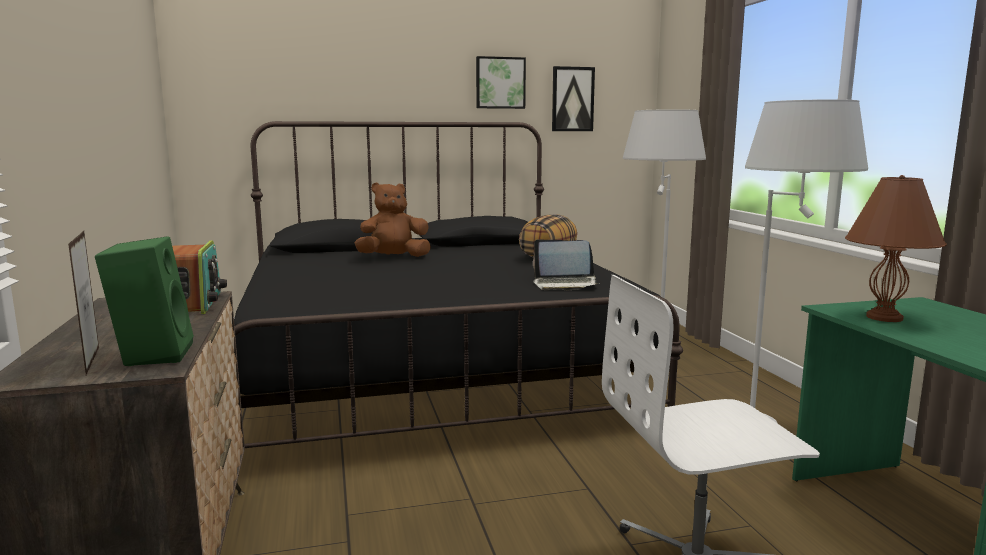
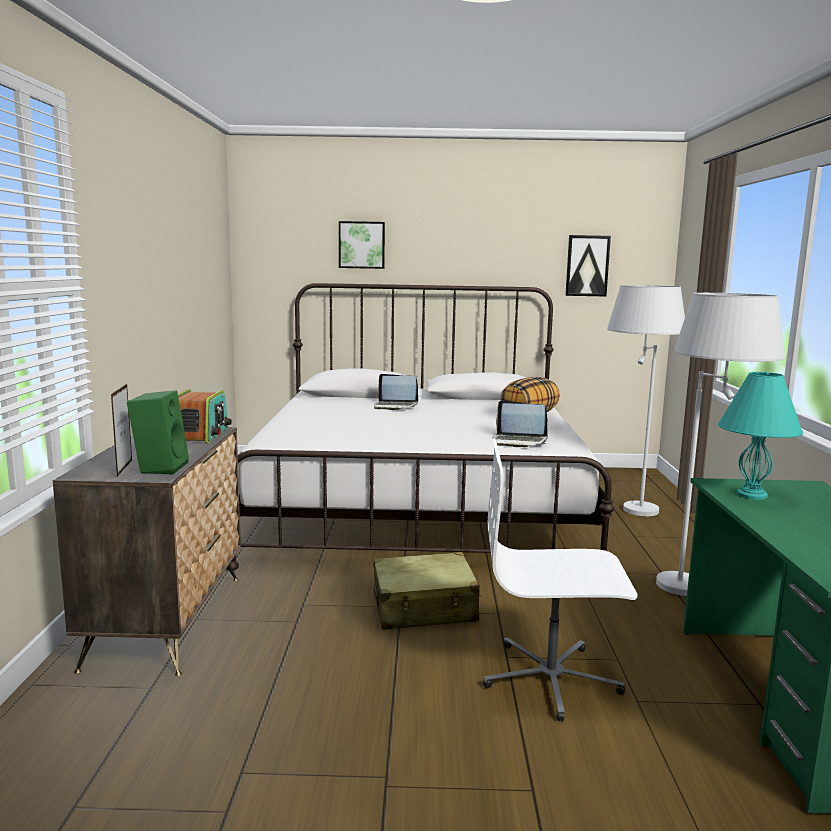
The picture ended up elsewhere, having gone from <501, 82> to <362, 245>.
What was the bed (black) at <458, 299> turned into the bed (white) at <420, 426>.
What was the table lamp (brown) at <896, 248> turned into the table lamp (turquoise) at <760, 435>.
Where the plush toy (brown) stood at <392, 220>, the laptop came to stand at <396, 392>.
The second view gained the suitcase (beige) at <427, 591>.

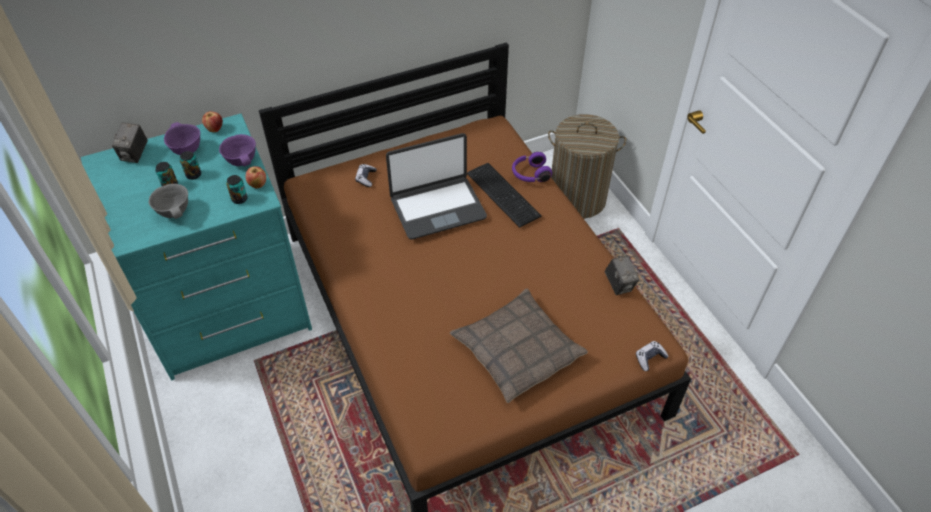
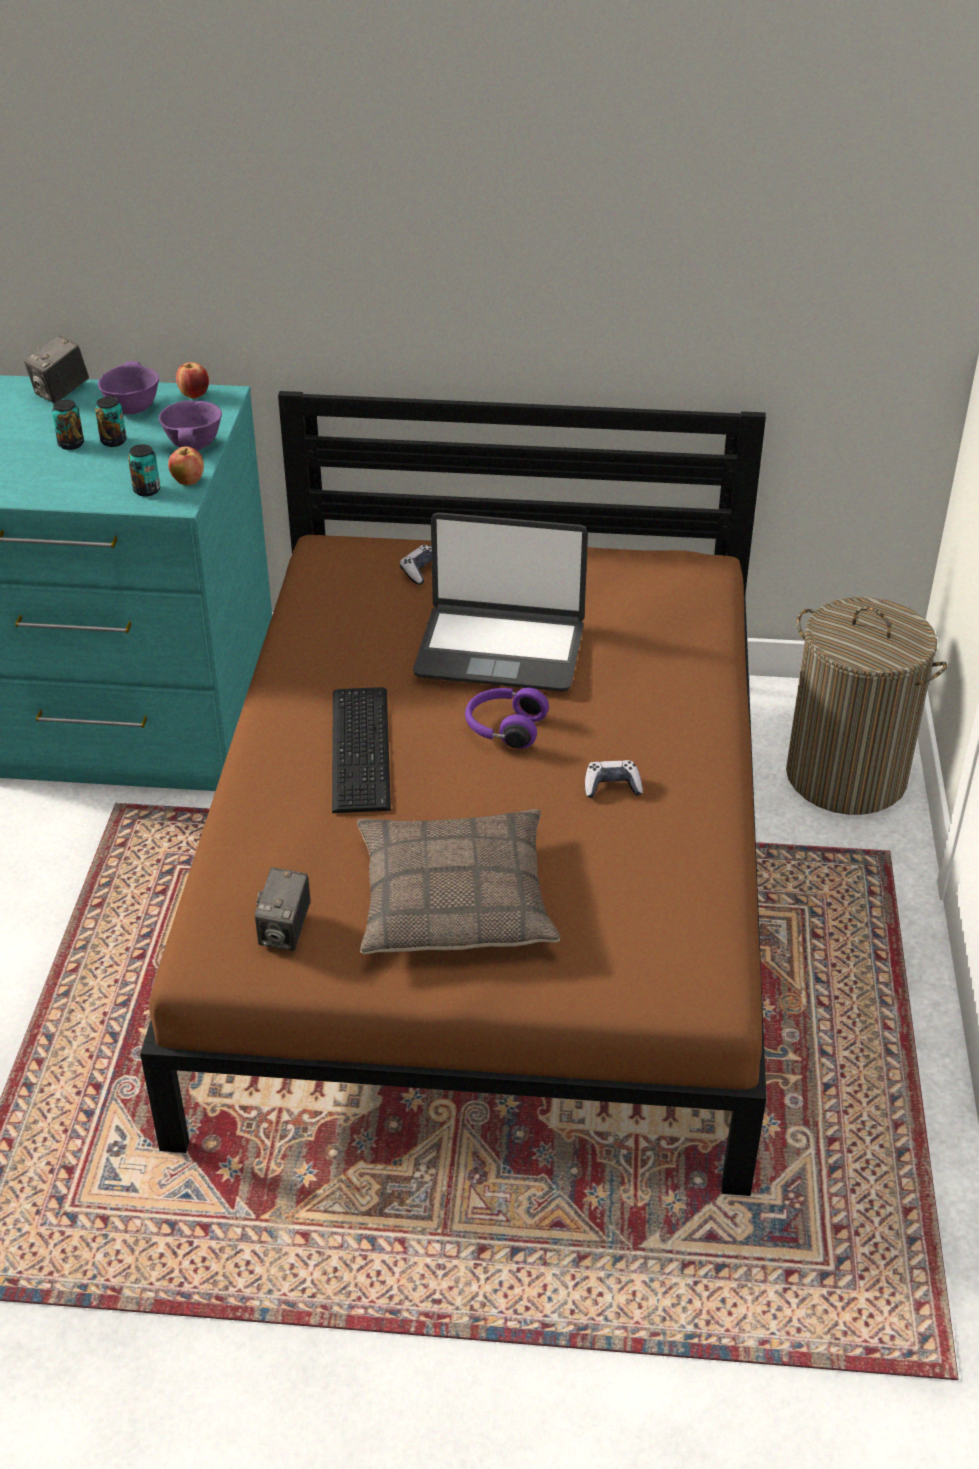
The headphones (purple) ended up elsewhere, having gone from <532, 167> to <507, 718>.
The keyboard ended up elsewhere, having gone from <504, 195> to <361, 750>.
The second view lost the bowl (grey) at <168, 201>.
The photo camera ended up elsewhere, having gone from <622, 275> to <283, 909>.
The game controller ended up elsewhere, having gone from <652, 356> to <614, 779>.

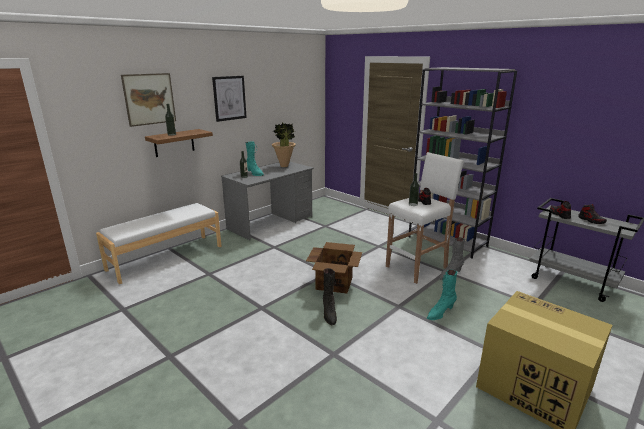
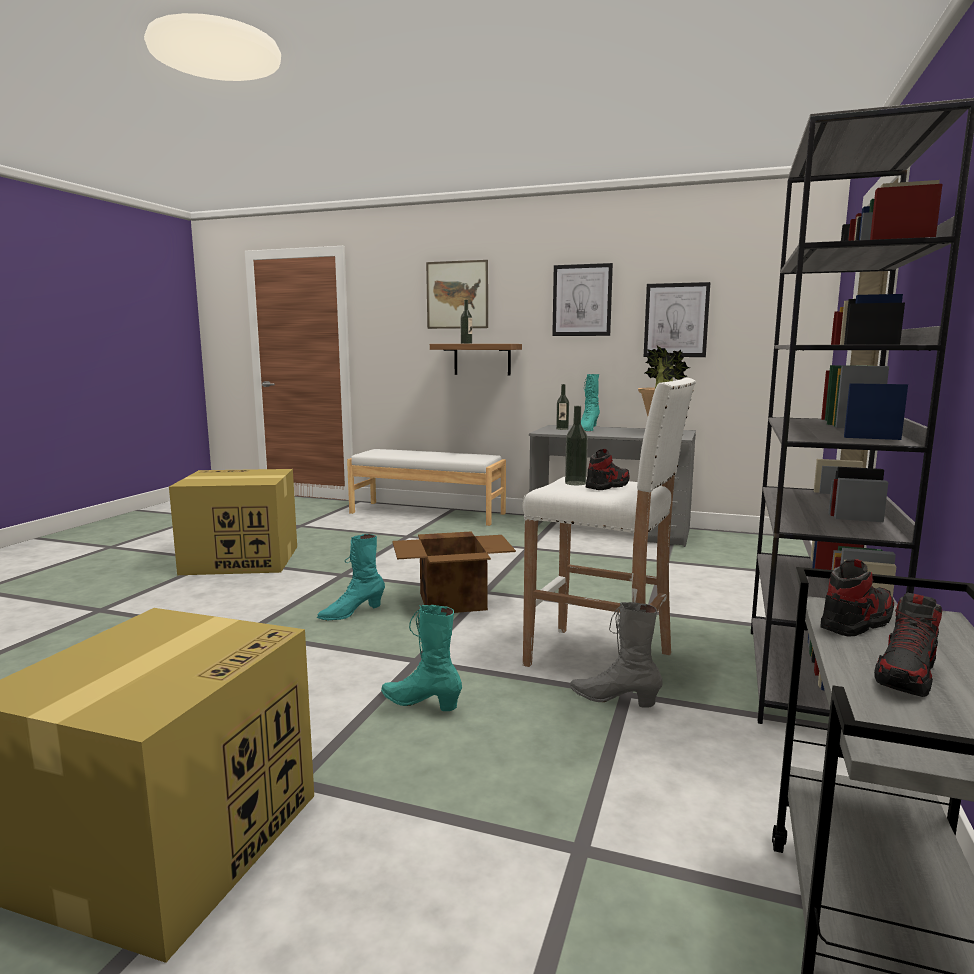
What was the boot (black) at <330, 296> turned into the boot (turquoise) at <351, 577>.
The second view gained the picture at <677, 319>.
The second view gained the cardboard box at <233, 522>.

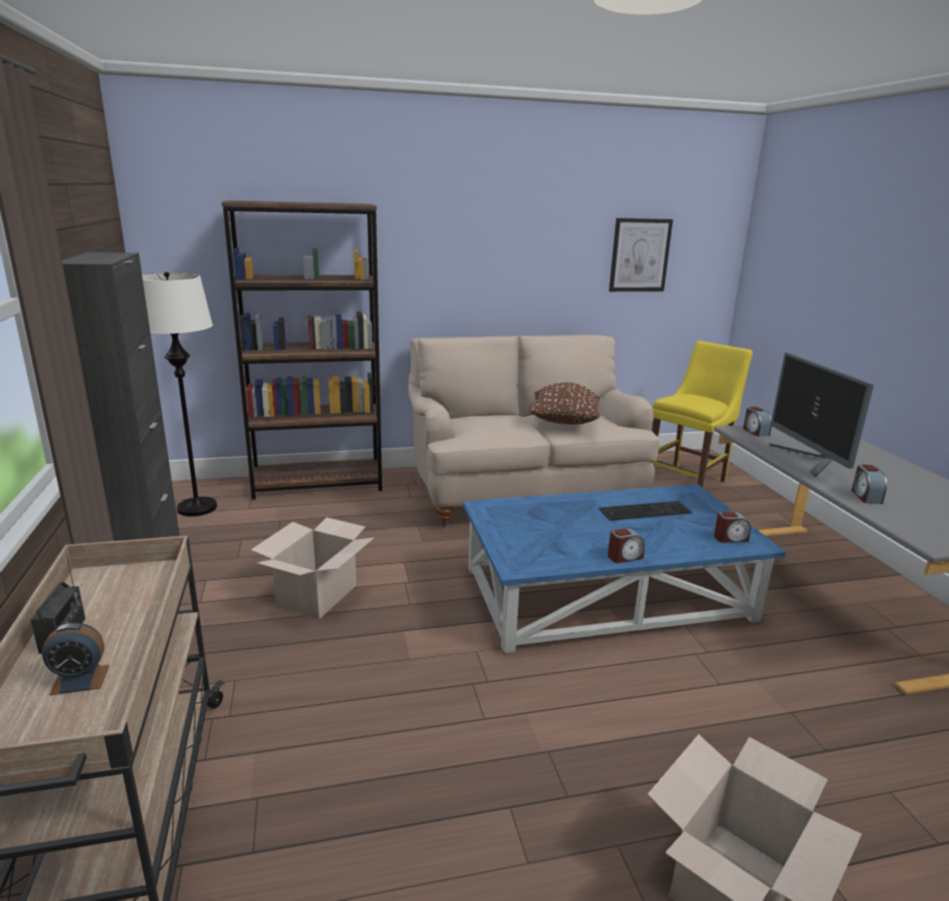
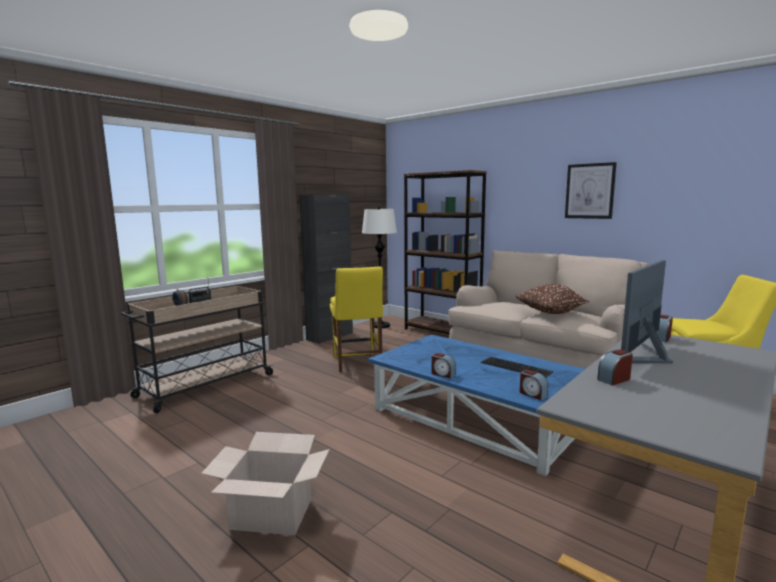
The picture ended up elsewhere, having gone from <641, 255> to <591, 190>.
Where the cardboard box stood at <312, 568>, the chair (yellow) came to stand at <356, 319>.

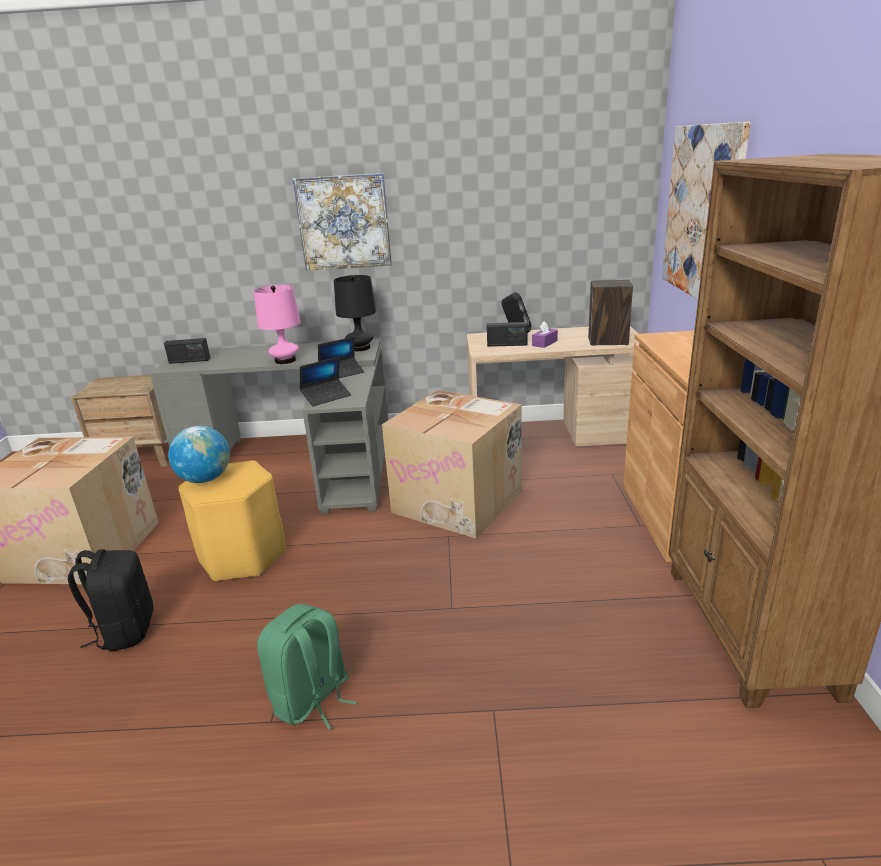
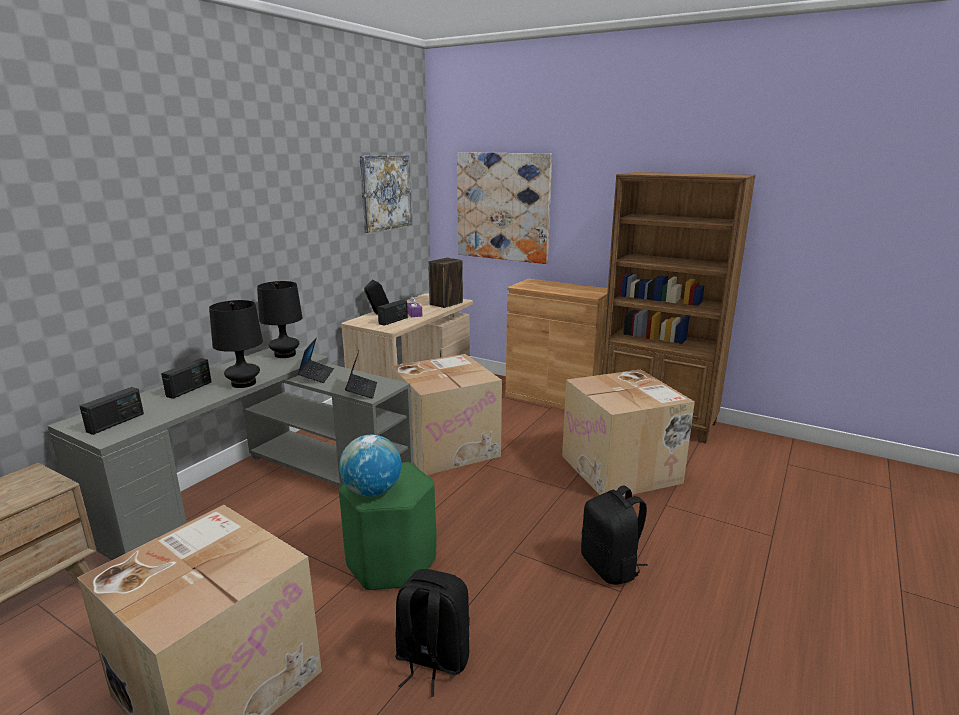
The picture ended up elsewhere, having gone from <342, 222> to <385, 194>.
What was the table lamp (pink) at <277, 324> turned into the table lamp (black) at <236, 344>.
What was the stool (yellow) at <232, 520> turned into the stool (green) at <388, 526>.
What was the backpack (green) at <307, 666> turned into the backpack (black) at <614, 535>.
The second view gained the radio at <186, 378>.
The second view gained the cardboard box at <628, 432>.

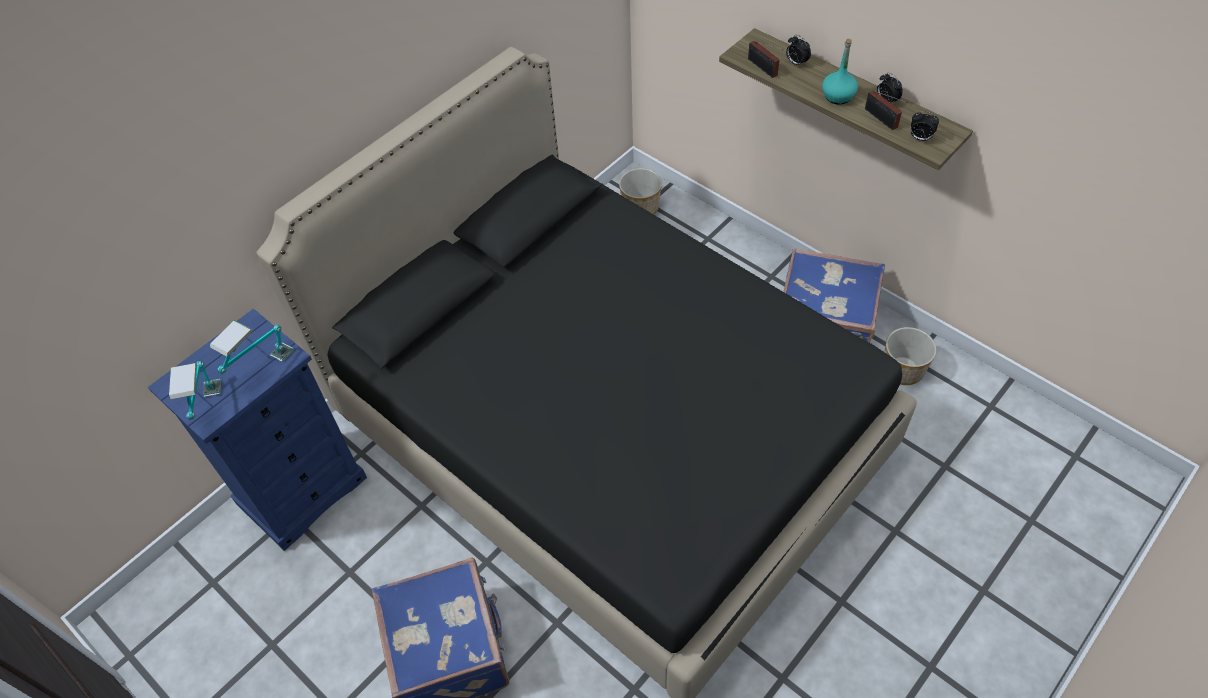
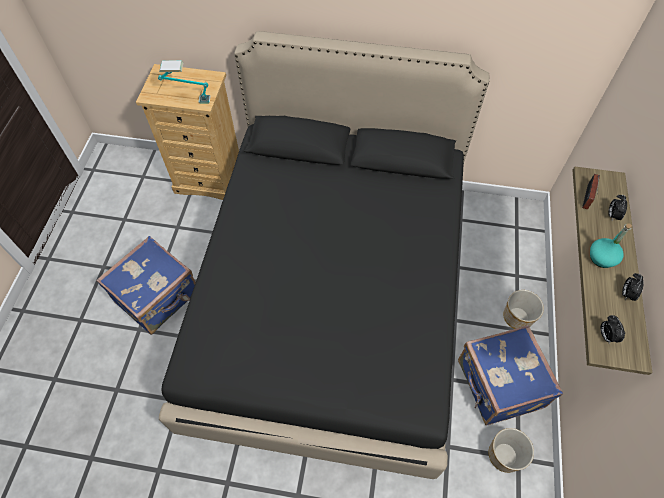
The second view lost the radio at <886, 110>.
The planter ended up elsewhere, having gone from <640, 191> to <523, 309>.
What was the dresser (blue) at <257, 430> turned into the dresser (beige) at <187, 132>.
The second view lost the table lamp at <195, 390>.

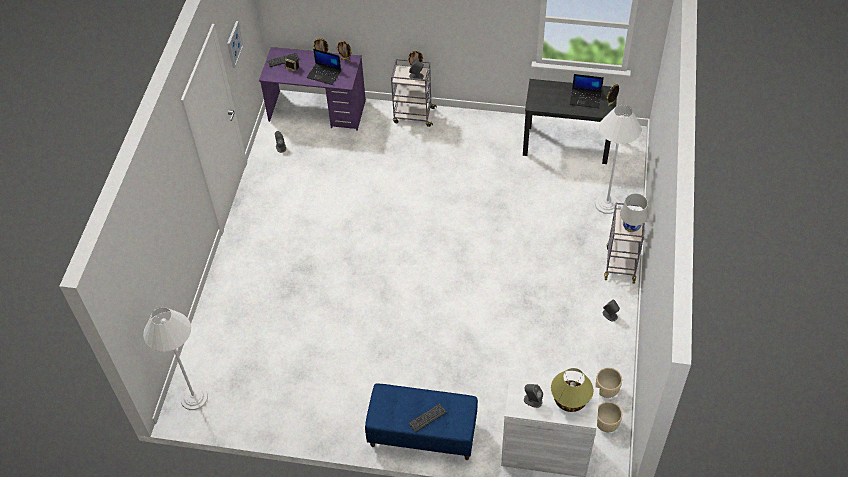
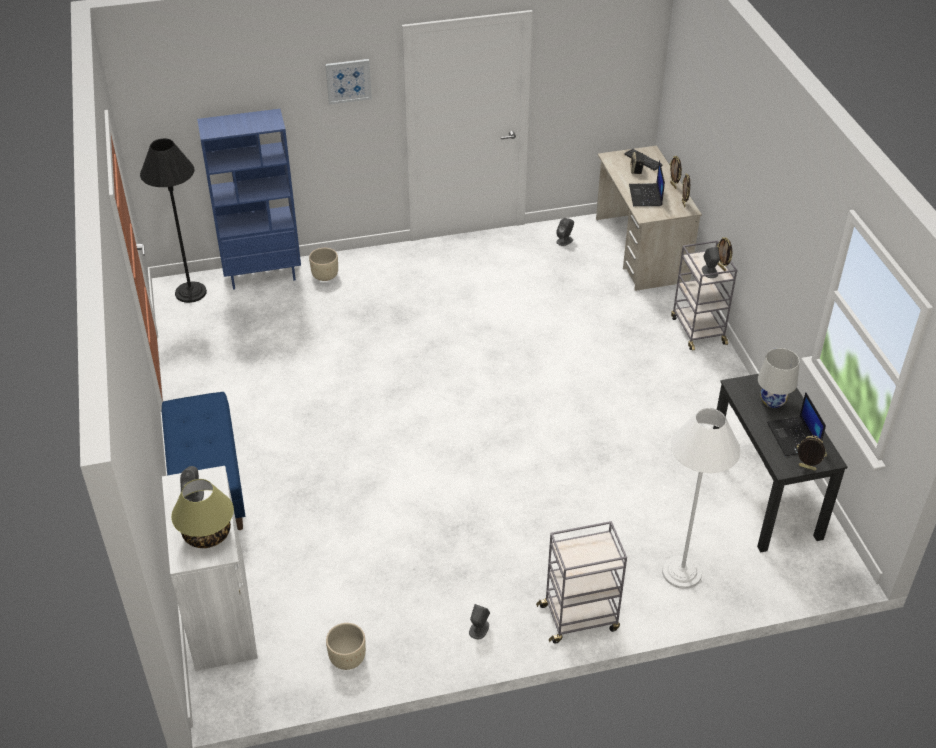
The picture ended up elsewhere, having gone from <235, 44> to <348, 82>.
What was the desk (purple) at <312, 89> turned into the desk (beige) at <649, 218>.
The table lamp (white) ended up elsewhere, having gone from <634, 213> to <779, 378>.
What was the floor lamp (white) at <175, 358> turned into the floor lamp (black) at <173, 220>.
The planter (beige) ended up elsewhere, having gone from <609, 417> to <323, 264>.
The second view lost the keyboard at <428, 418>.
The second view gained the bookcase (blue) at <249, 199>.

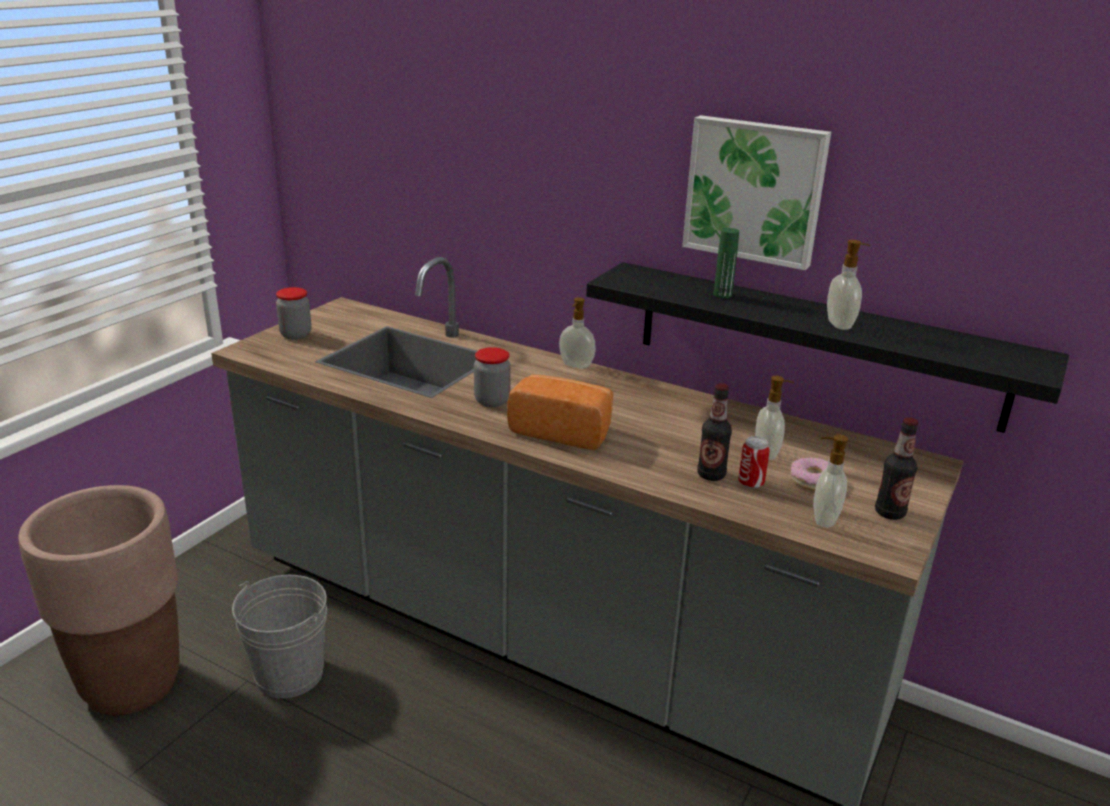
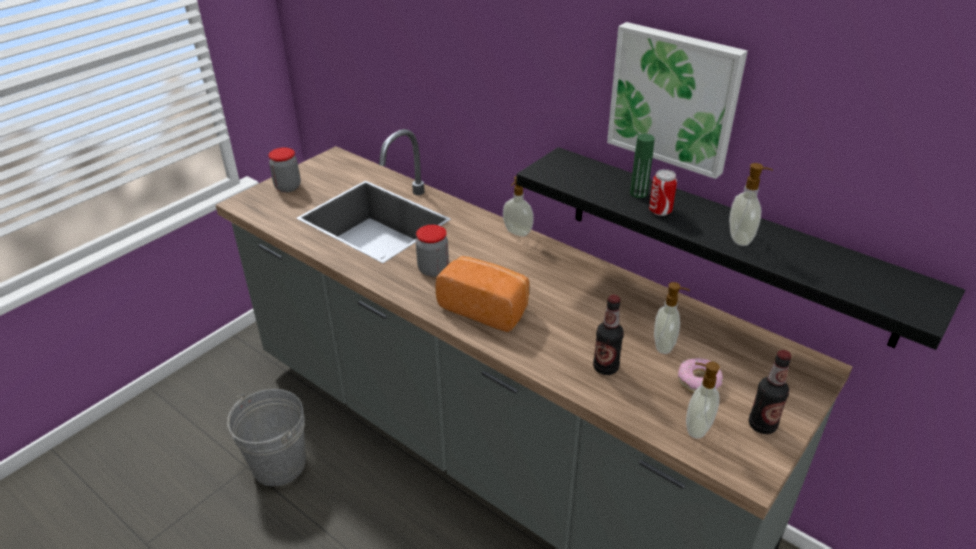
The can ended up elsewhere, having gone from <754, 462> to <663, 192>.
The second view lost the planter (brown) at <99, 600>.

